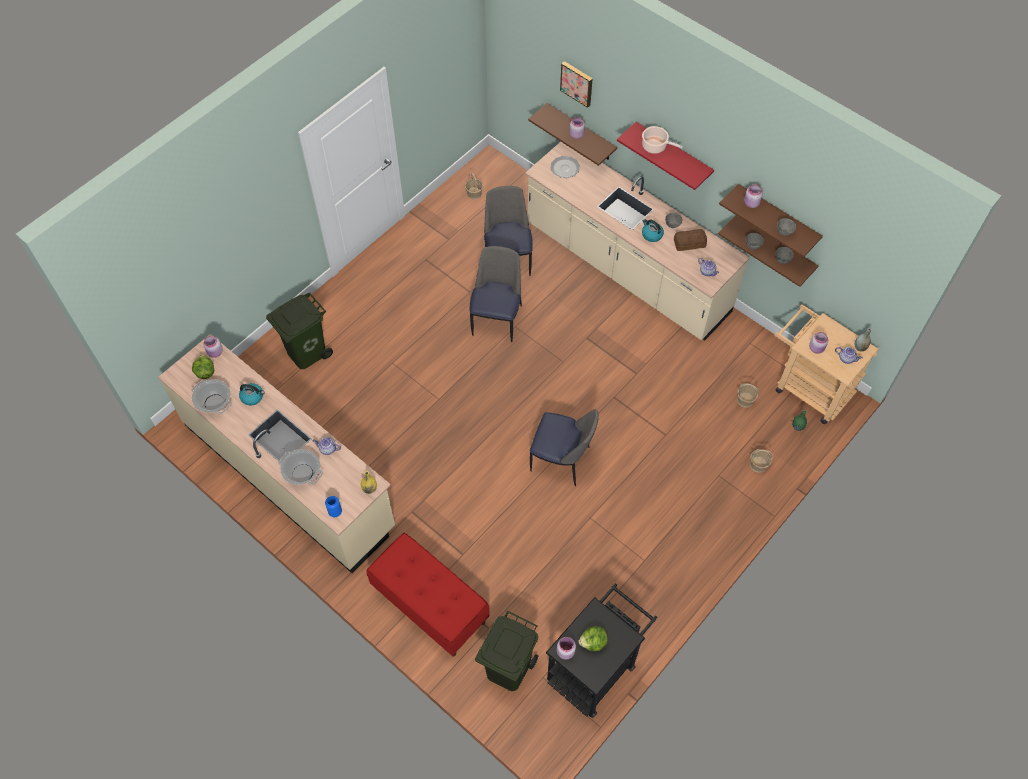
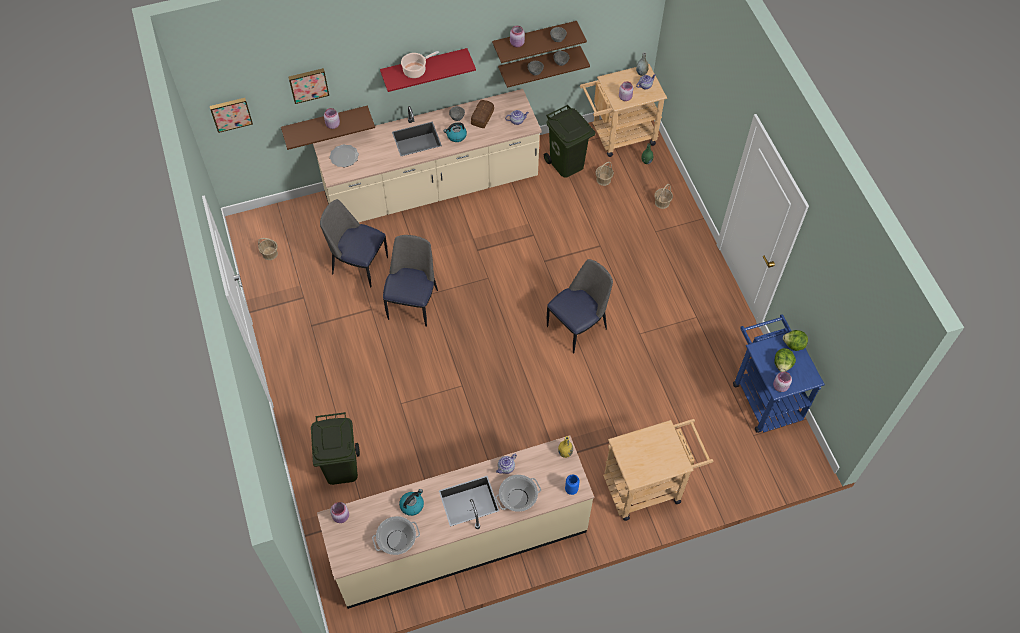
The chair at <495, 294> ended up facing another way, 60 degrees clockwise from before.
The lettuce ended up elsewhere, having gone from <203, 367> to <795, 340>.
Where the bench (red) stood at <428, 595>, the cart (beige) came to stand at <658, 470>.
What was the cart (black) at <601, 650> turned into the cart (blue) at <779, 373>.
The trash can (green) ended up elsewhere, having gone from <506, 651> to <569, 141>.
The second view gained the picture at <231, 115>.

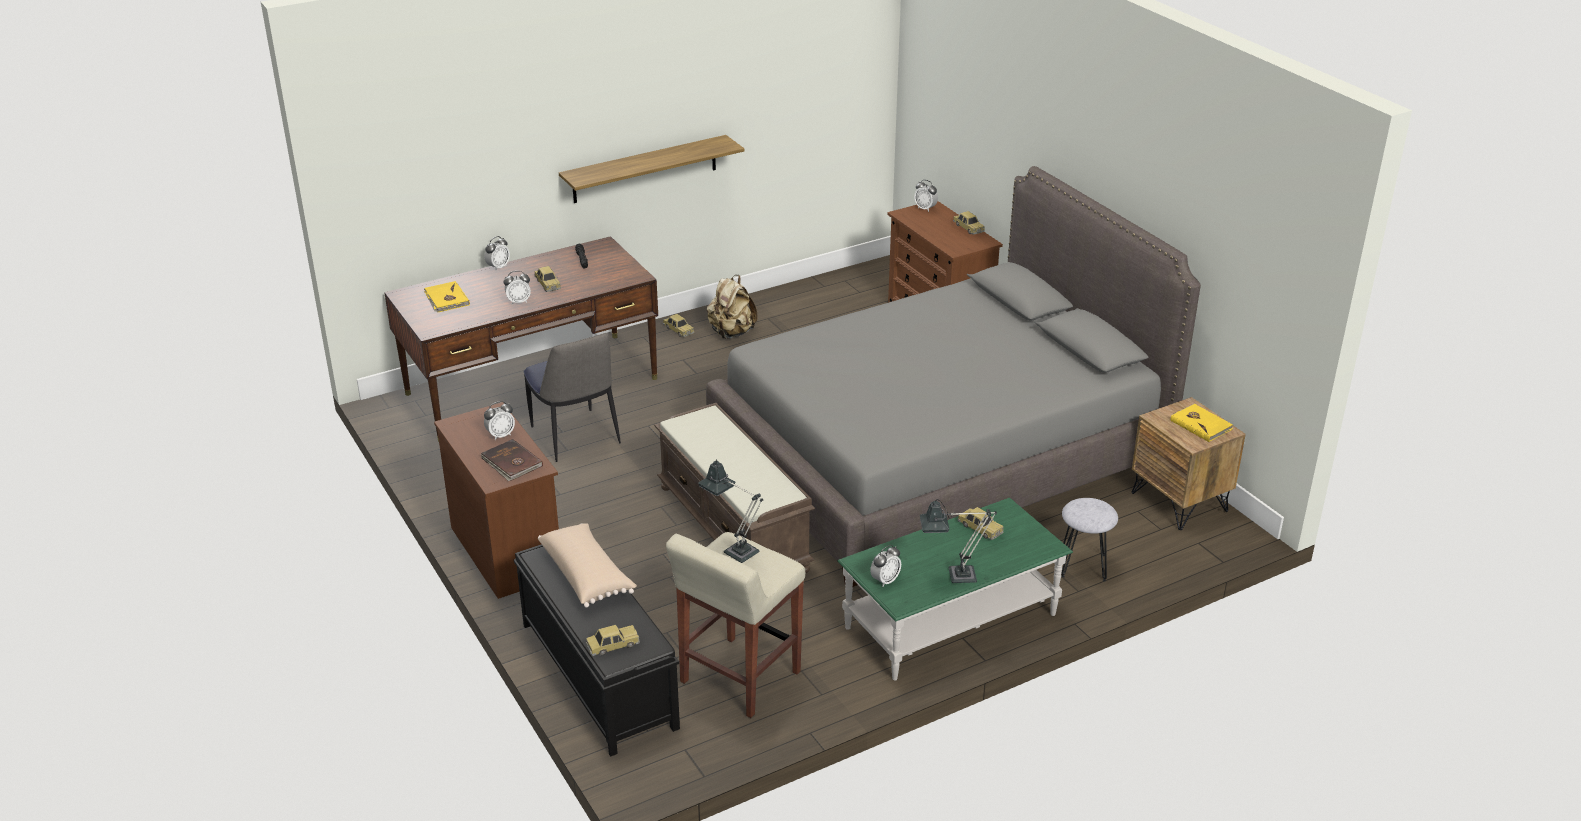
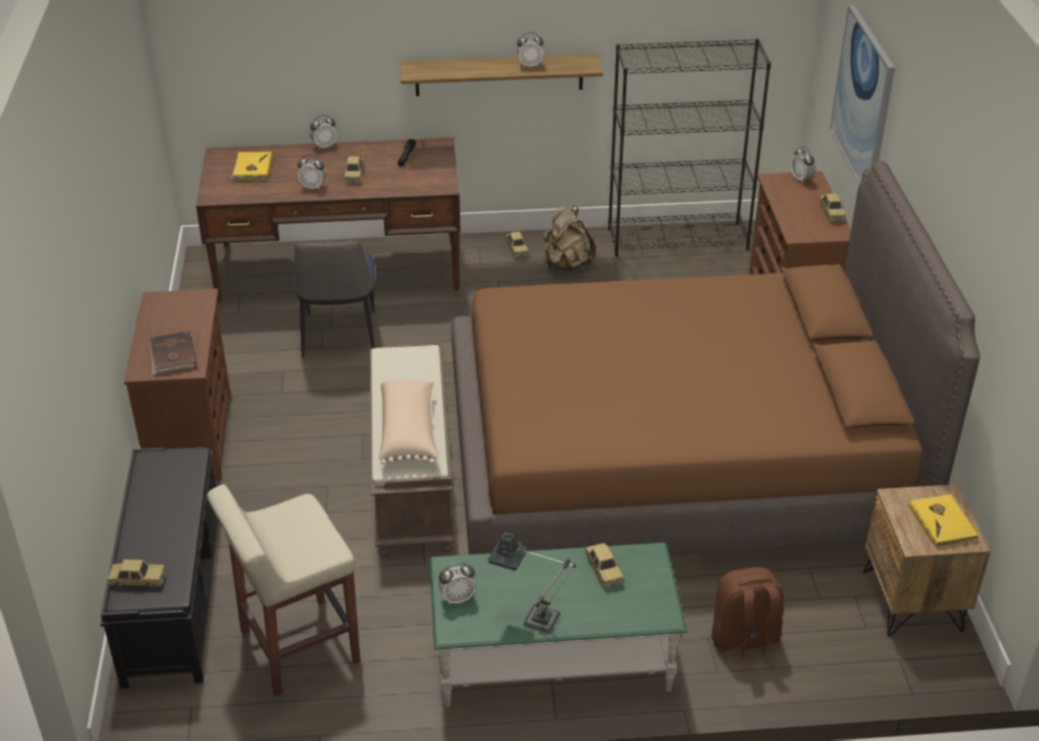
What was the bed (grey) at <953, 376> turned into the bed (brown) at <715, 358>.
The alarm clock ended up elsewhere, having gone from <499, 420> to <530, 50>.
The second view lost the table lamp at <730, 511>.
Where the stool (grey) stood at <1089, 540>, the backpack (brown) came to stand at <747, 619>.
The pillow (beige) ended up elsewhere, having gone from <587, 565> to <409, 422>.
The second view gained the picture at <862, 95>.
The second view gained the bookcase (black) at <689, 148>.

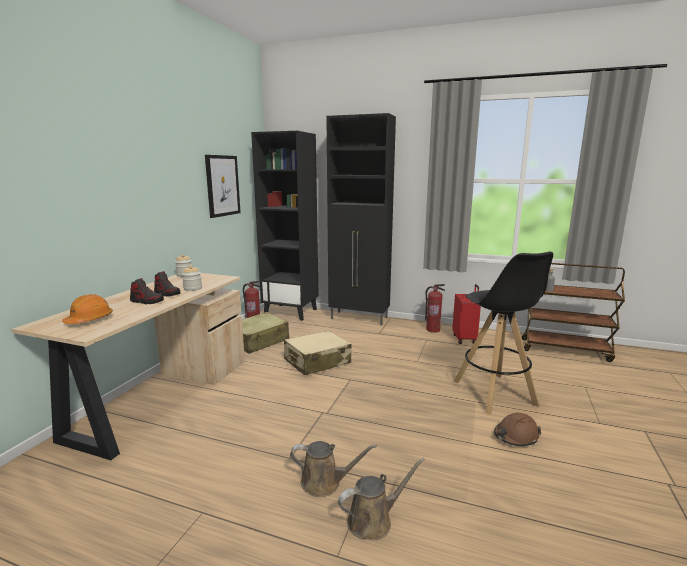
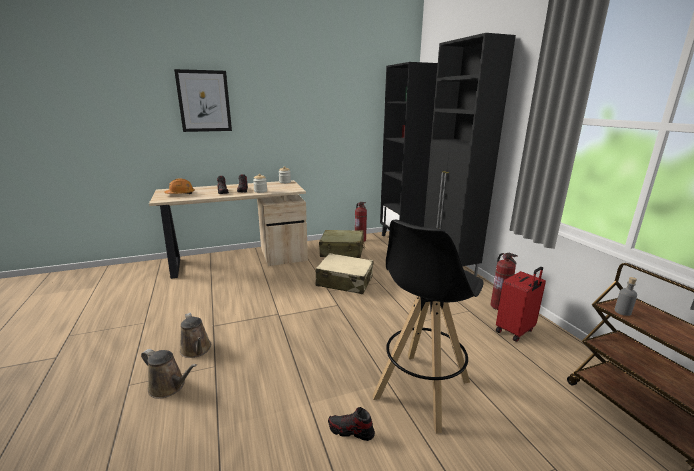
The picture ended up elsewhere, having gone from <223, 186> to <203, 100>.
Where the hard hat (brown) stood at <517, 429>, the shoe came to stand at <351, 424>.

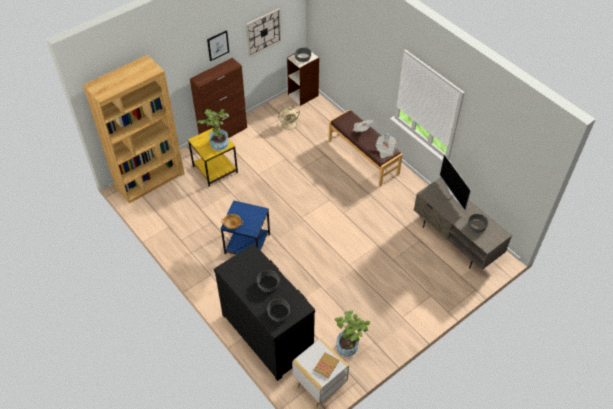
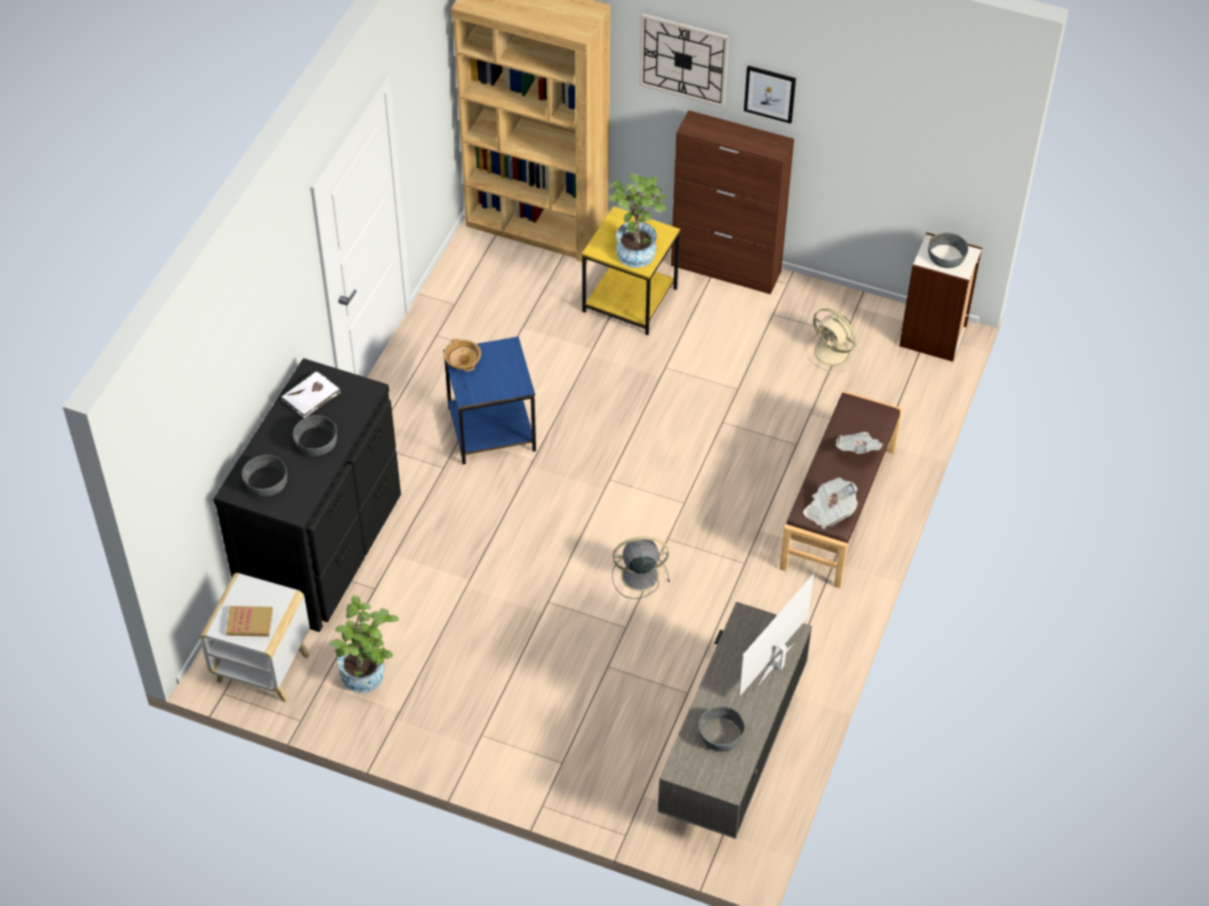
The wall clock ended up elsewhere, having gone from <263, 32> to <684, 60>.
The second view gained the book (white) at <311, 394>.
The second view gained the fan (grey) at <641, 568>.

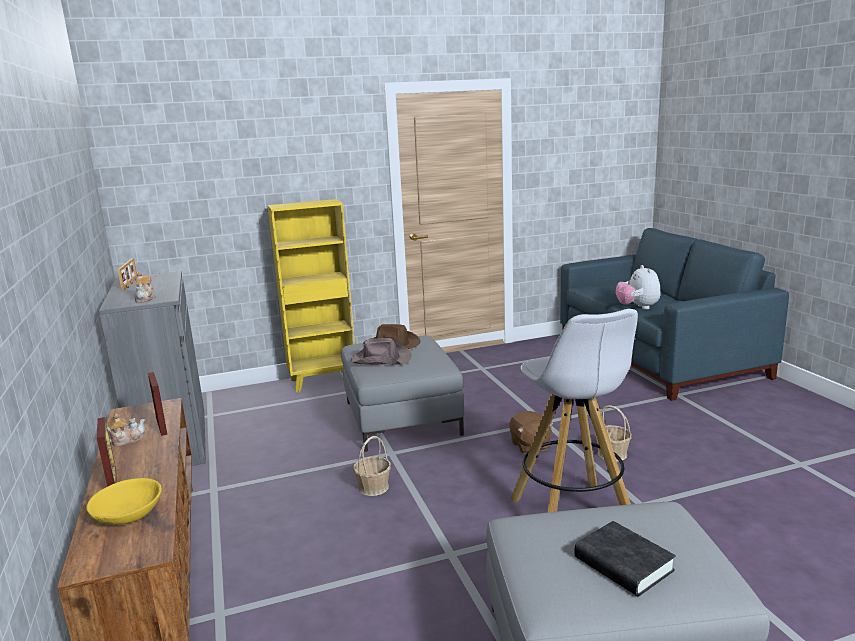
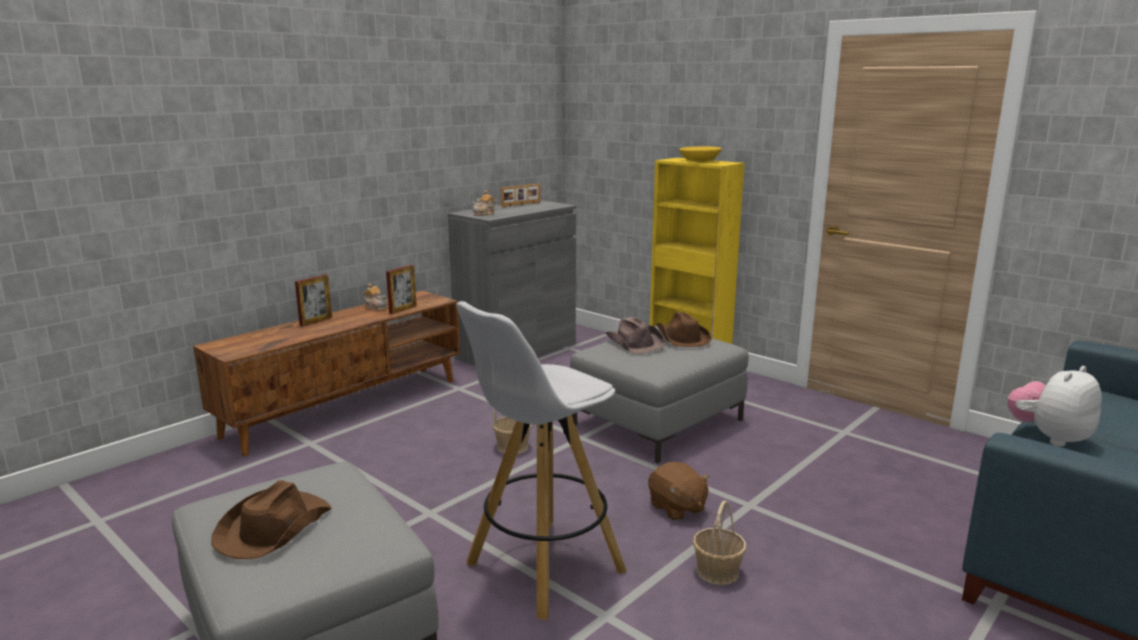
The plush toy (brown) at <531, 432> ended up facing another way, 75 degrees counterclockwise from before.
The bowl (yellow) ended up elsewhere, having gone from <124, 501> to <700, 154>.
Where the book (black) stood at <625, 558>, the hat (brown) came to stand at <271, 519>.

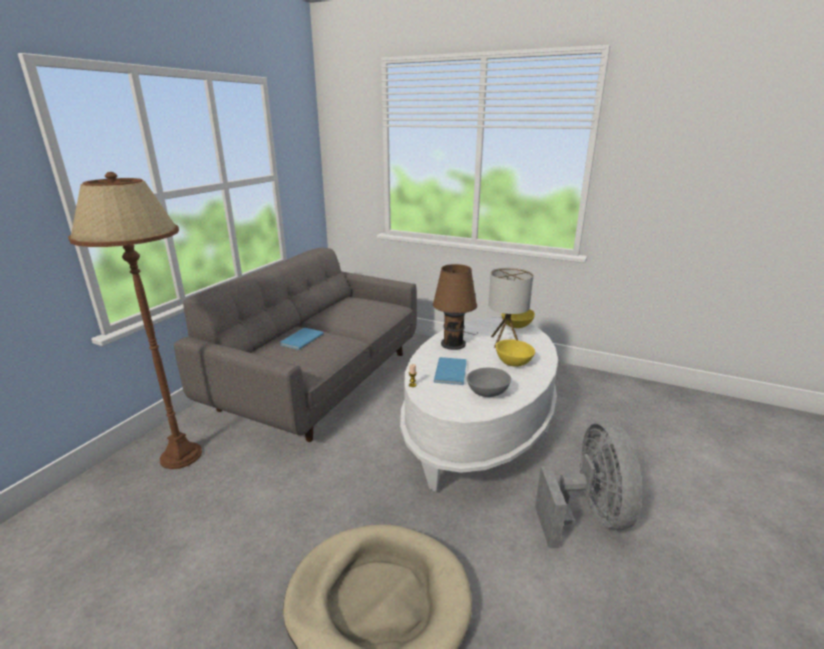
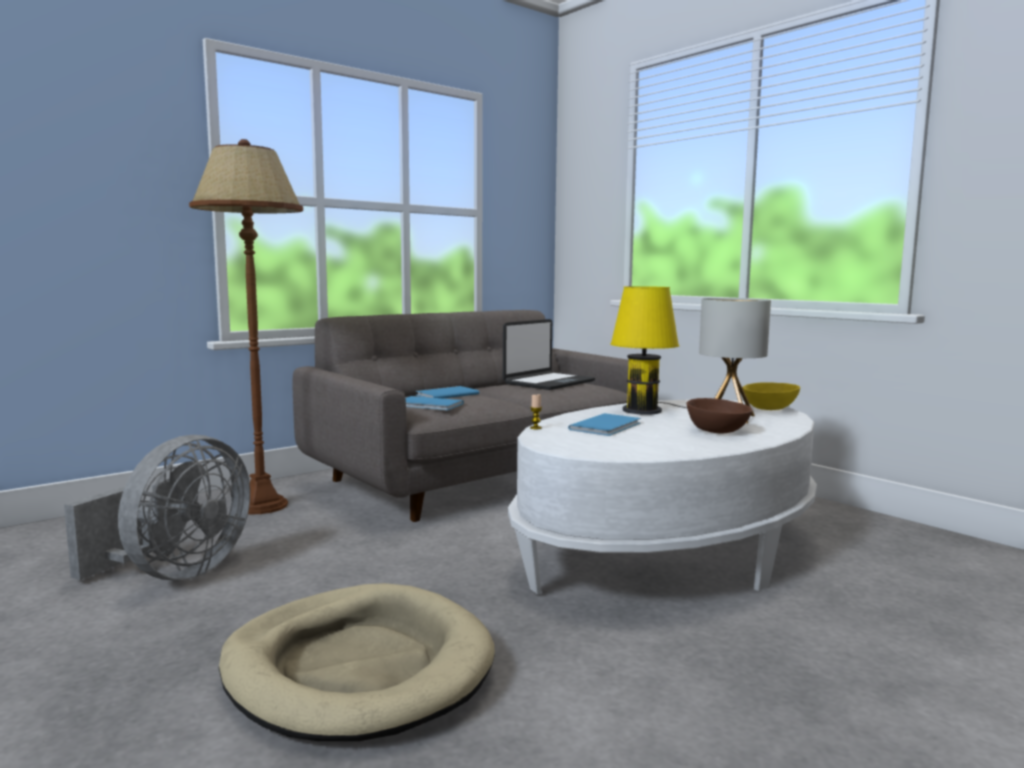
What was the table lamp (brown) at <455, 307> turned into the table lamp (yellow) at <648, 350>.
What was the bowl (yellow) at <515, 353> turned into the bowl (brown) at <719, 415>.
The second view lost the bowl (grey) at <489, 382>.
The fan (grey) ended up elsewhere, having gone from <588, 484> to <157, 508>.
The second view gained the laptop at <549, 354>.
The second view gained the book (blue) at <434, 403>.

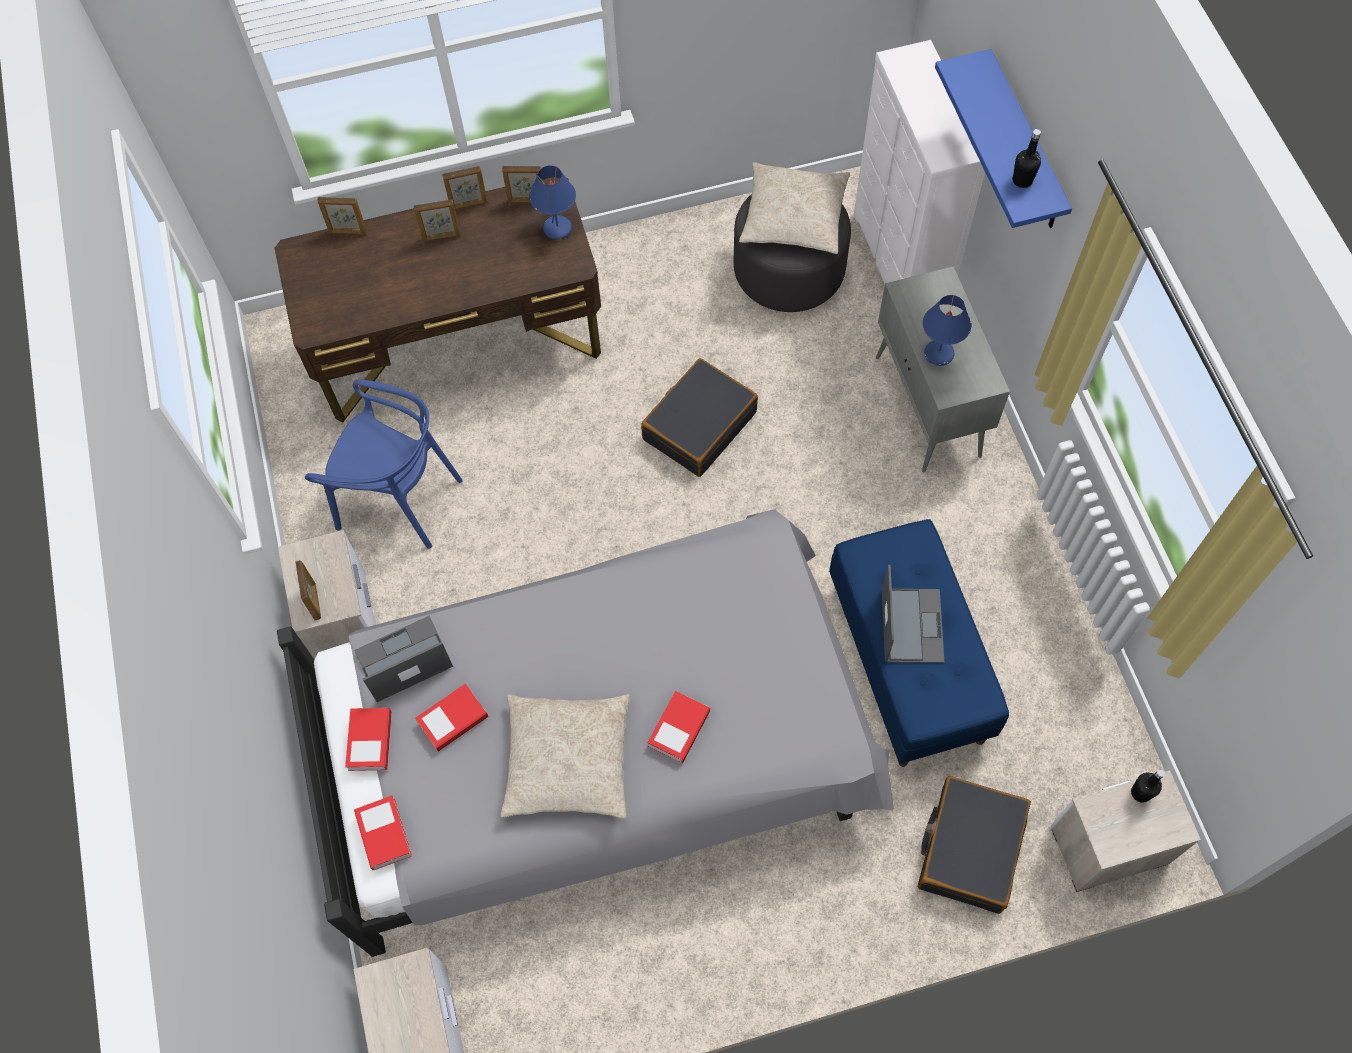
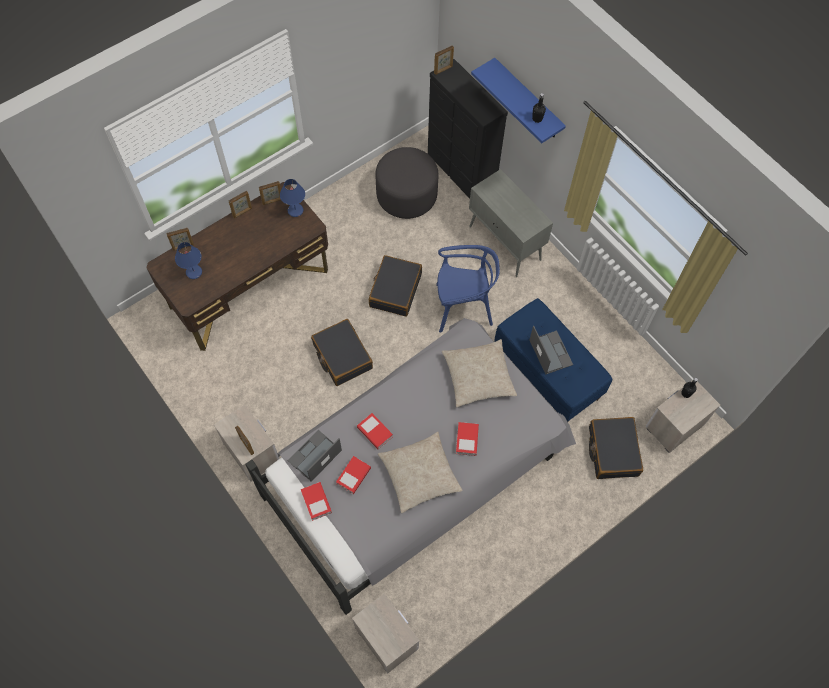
What was the dresser (white) at <919, 162> turned into the dresser (black) at <468, 129>.
The pillow (beige) ended up elsewhere, having gone from <794, 208> to <479, 373>.
The picture frame ended up elsewhere, having gone from <437, 221> to <444, 60>.
The table lamp (blue) ended up elsewhere, having gone from <947, 330> to <188, 260>.
The chair (blue) ended up elsewhere, having gone from <384, 464> to <468, 289>.
The book ended up elsewhere, having gone from <383, 832> to <375, 431>.
The second view gained the suitcase (black) at <342, 352>.

